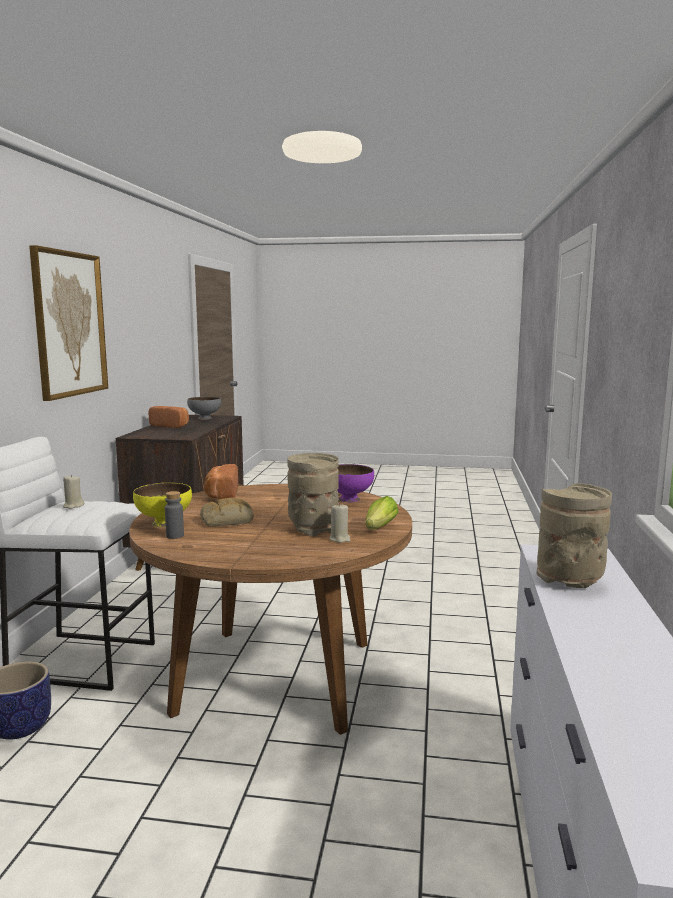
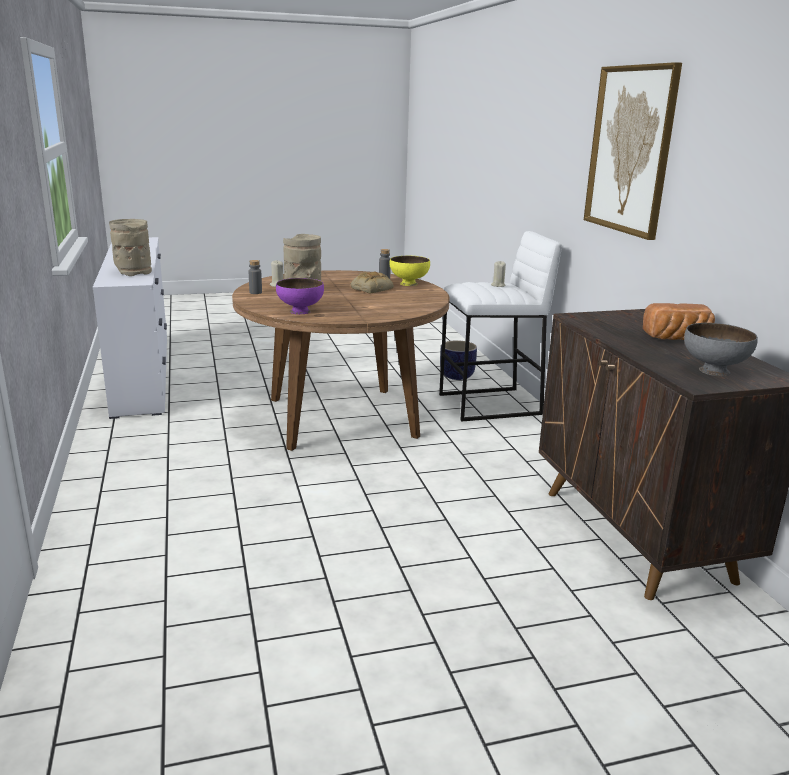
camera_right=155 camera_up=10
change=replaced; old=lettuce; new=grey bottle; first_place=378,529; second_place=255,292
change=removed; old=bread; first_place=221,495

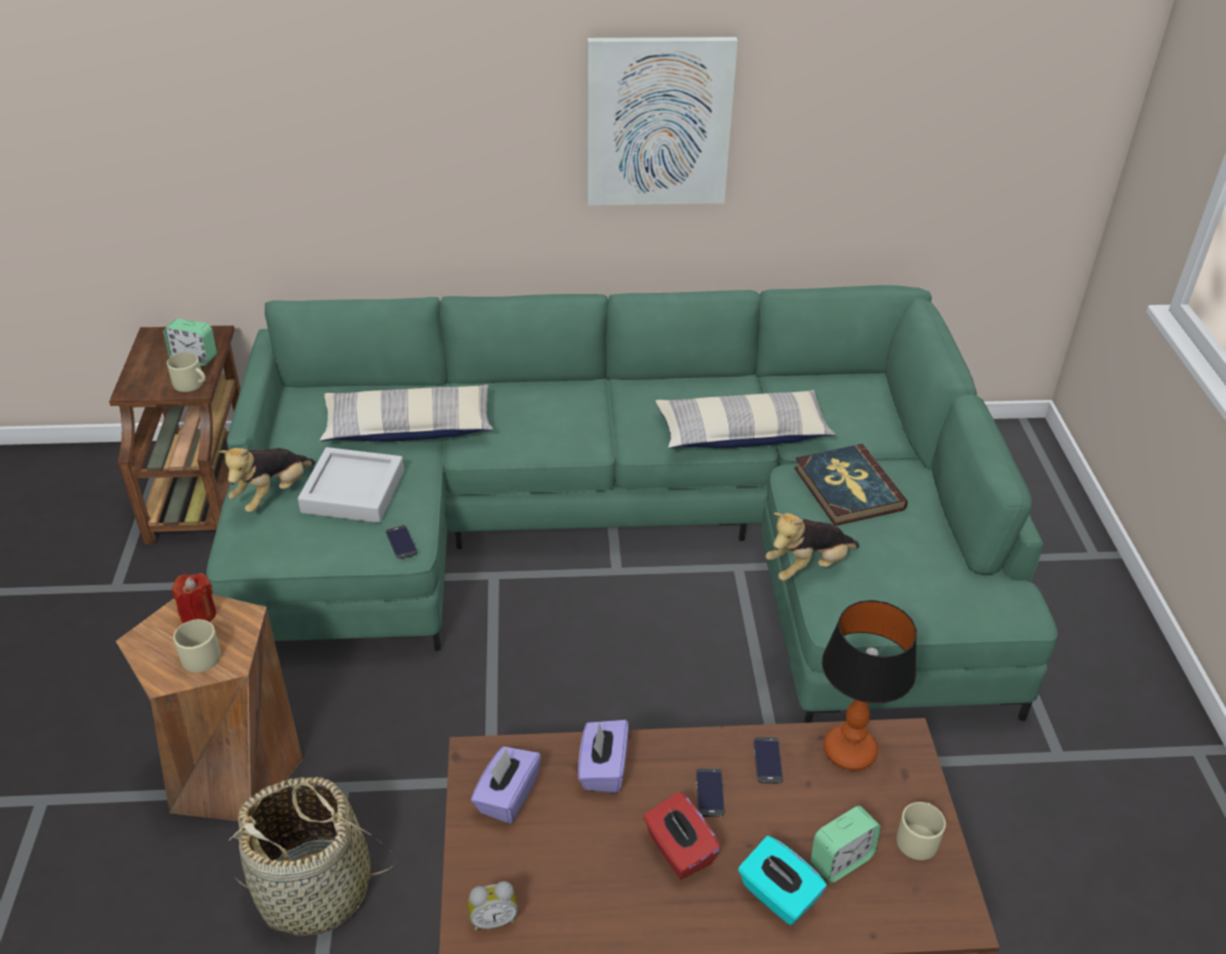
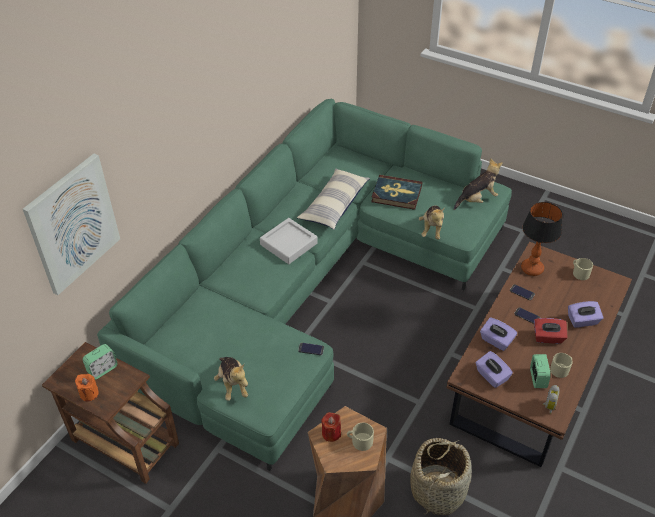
camera_right=-55 camera_up=5
change=moved; old=picture; first_place=658,122; second_place=73,224
change=added; new=orange candle; second_place=89,394
change=moved; old=grey tray; first_place=353,491; second_place=288,244
change=added; new=plush toy; second_place=477,199
change=moved; old=alarm clock; first_place=841,860; second_place=537,379
change=moved; old=beige mug; first_place=191,384; second_place=561,369
change=recoloured; old=turquoise tissue box; new=purple tissue box; first_place=778,895; second_place=582,321
change=removed; old=pillow; first_place=409,427

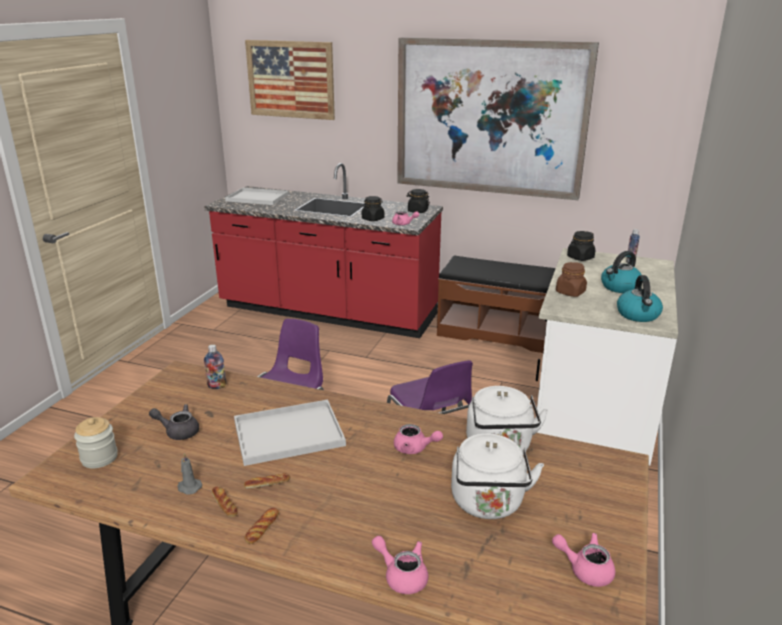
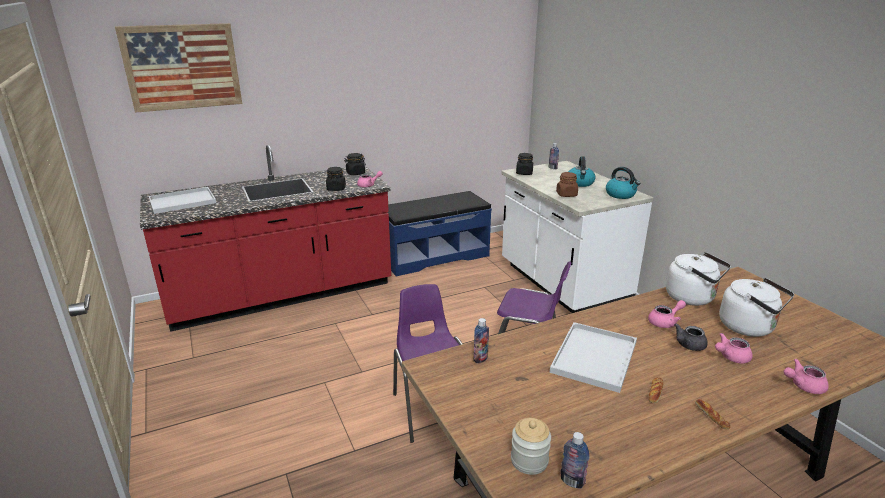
camera_right=-45 camera_up=0
change=recoloured; old=brown bench; new=blue bench; first_place=502,333; second_place=434,256
change=added; new=bottle; second_place=572,481
change=moved; old=grey teapot; first_place=178,431; second_place=688,346
change=moved; old=pink teapot; first_place=585,569; second_place=730,357
change=removed; old=grey candle; first_place=188,487
change=removed; old=bread; first_place=224,504
change=removed; old=picture; first_place=490,117

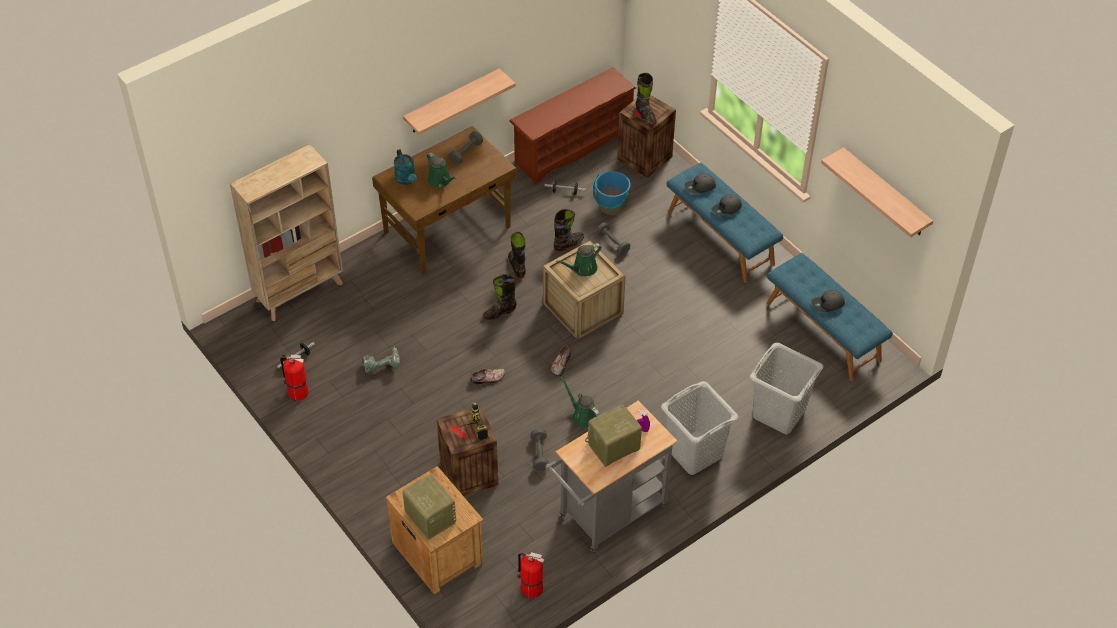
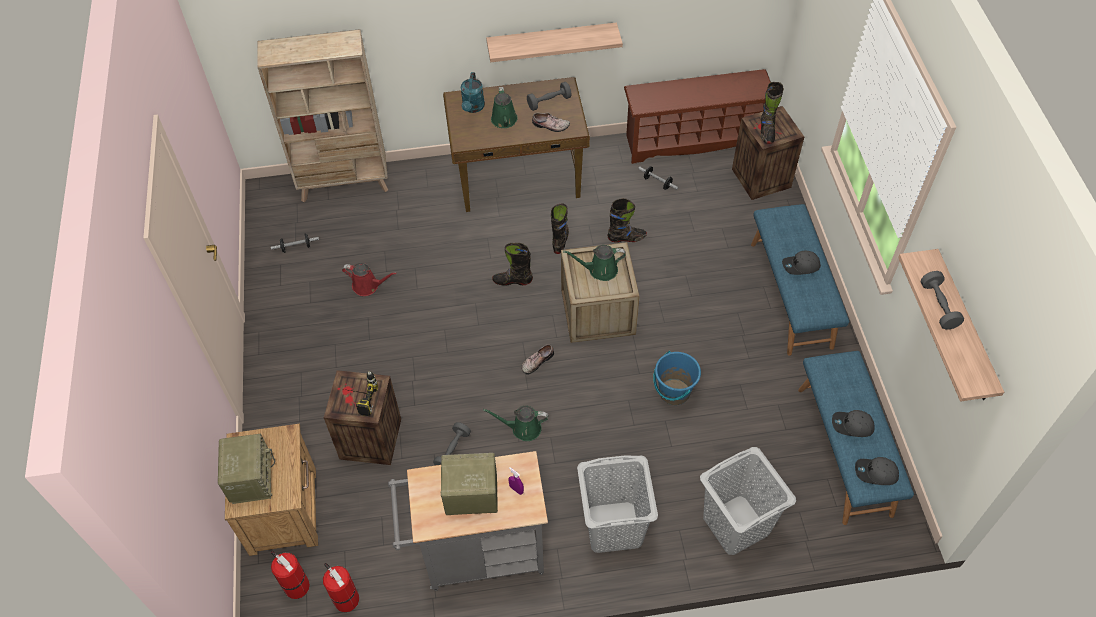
camera_right=30 camera_up=5
change=moved; old=fire extinguisher; first_place=297,392; second_place=295,585
change=replaced; old=power drill; new=red watering can; first_place=382,364; second_place=368,286
change=turned; old=green watering can; first_place=582,416; second_place=523,428; degrees=-75
change=moved; old=shoe; first_place=488,379; second_place=550,126
change=moved; old=blue bucket; first_place=611,207; second_place=674,392
change=moved; old=grey cap; first_place=700,187; second_place=875,473
change=moved; old=grey dumbbell; first_place=613,243; second_place=938,306

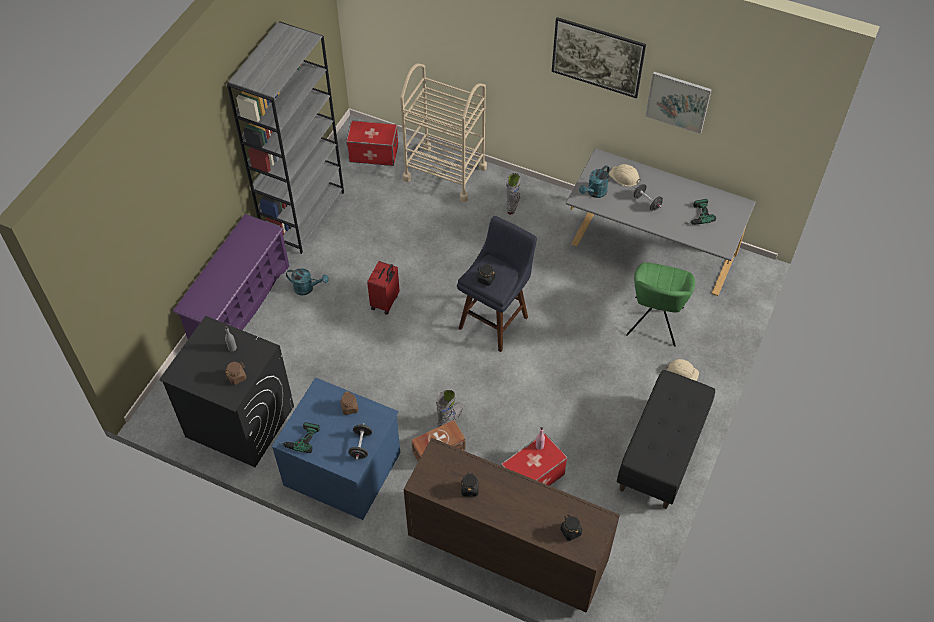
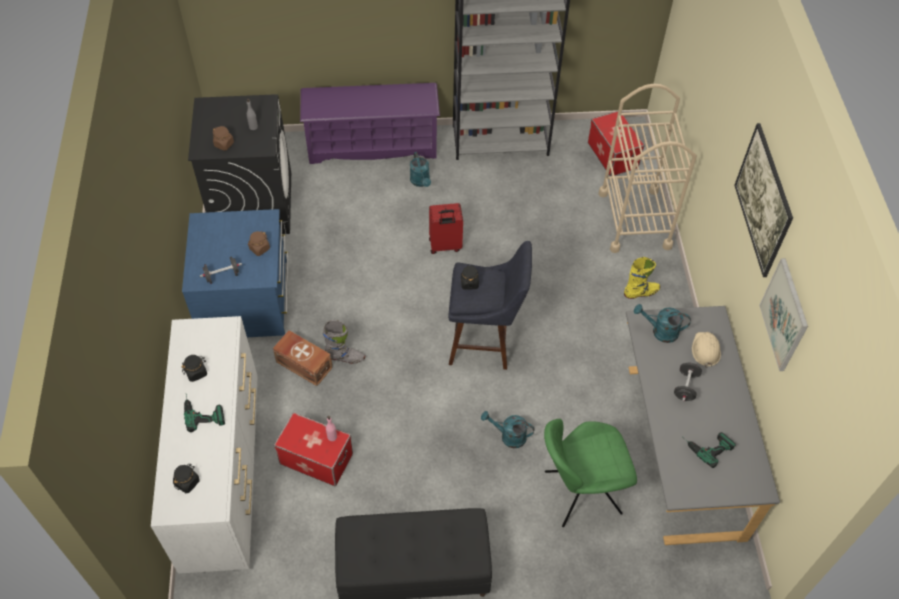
camera_right=60 camera_up=0
change=recoloured; old=brown dresser; new=white dresser; first_place=506,549; second_place=223,472
change=moved; old=power drill; first_place=298,438; second_place=203,410
change=added; new=turquoise watering can; second_place=508,436
change=recoloured; old=grey boot; new=yellow boot; first_place=513,204; second_place=641,293
change=removed; old=beige hard hat; first_place=681,372

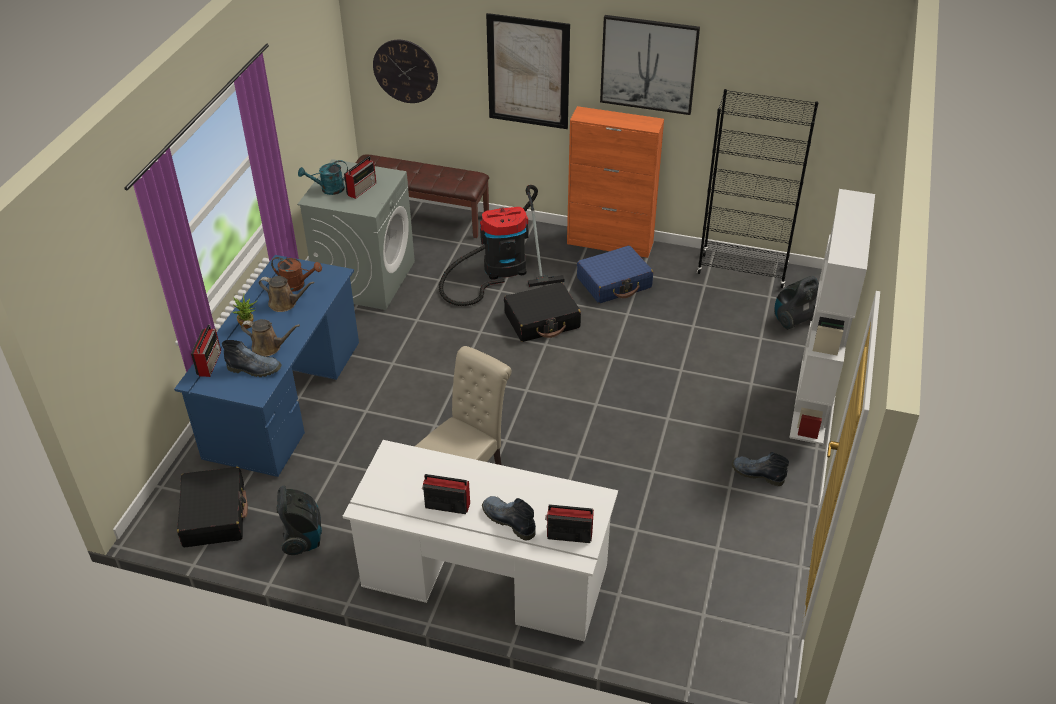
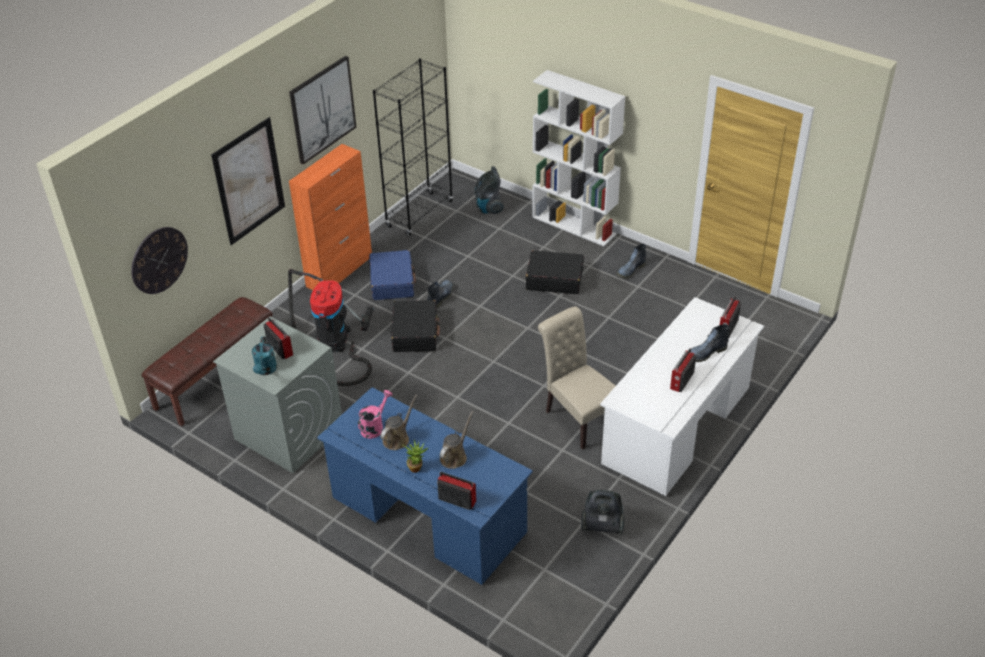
camera_right=-70 camera_up=0
change=recoloured; old=brown watering can; new=pink watering can; first_place=297,285; second_place=374,426
change=moved; old=boot; first_place=255,369; second_place=440,296
change=moved; old=black suitcase; first_place=214,515; second_place=554,279

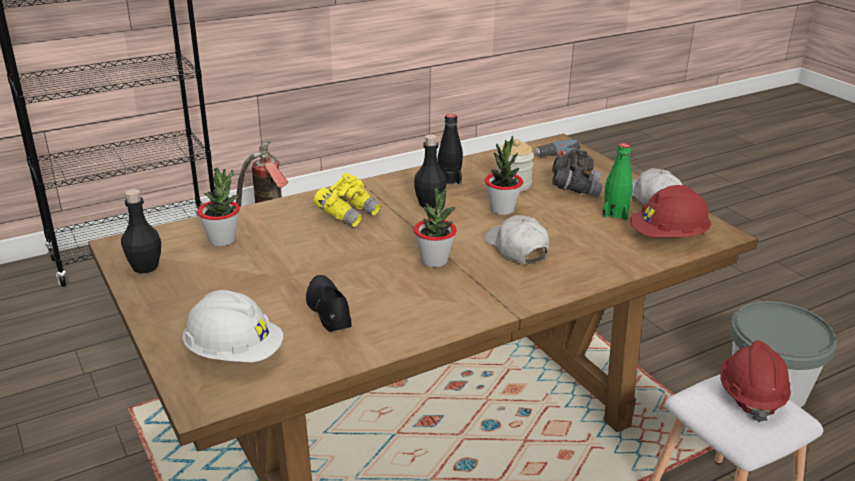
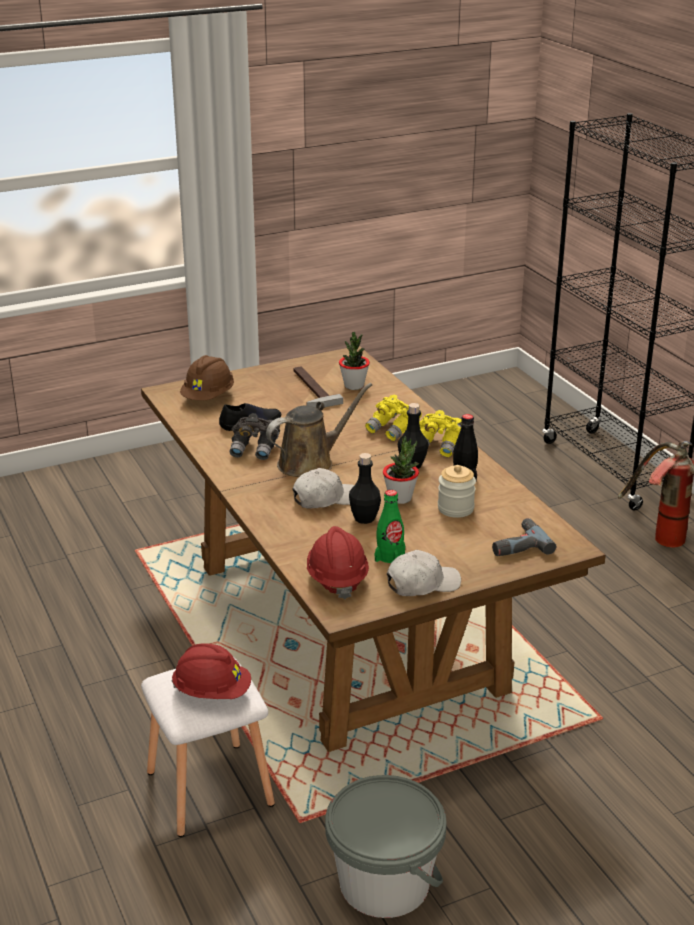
camera_right=95 camera_up=0
change=recoloured; old=white hard hat; new=brown hard hat; first_place=234,354; second_place=208,397
change=moved; old=grey binoculars; first_place=574,188; second_place=255,449
change=replaced; old=potted plant; new=brown watering can; first_place=434,261; second_place=310,463
change=added; new=hammer; second_place=309,389
change=moved; old=black bottle; first_place=145,267; second_place=364,518
change=added; new=yellow binoculars; second_place=439,446

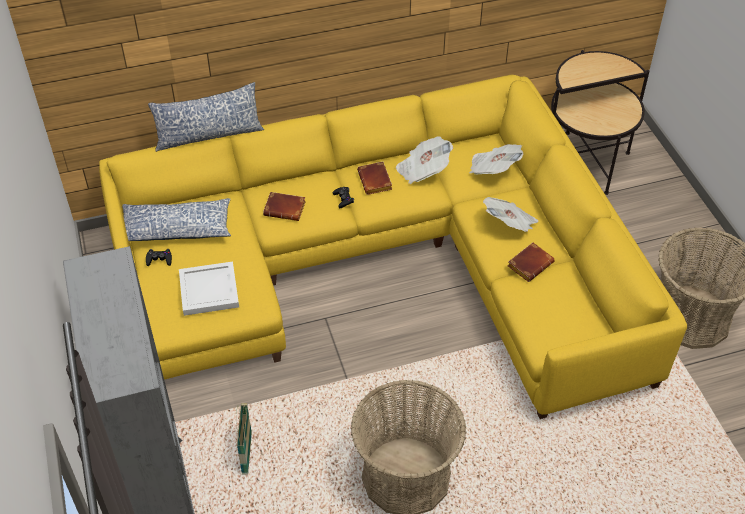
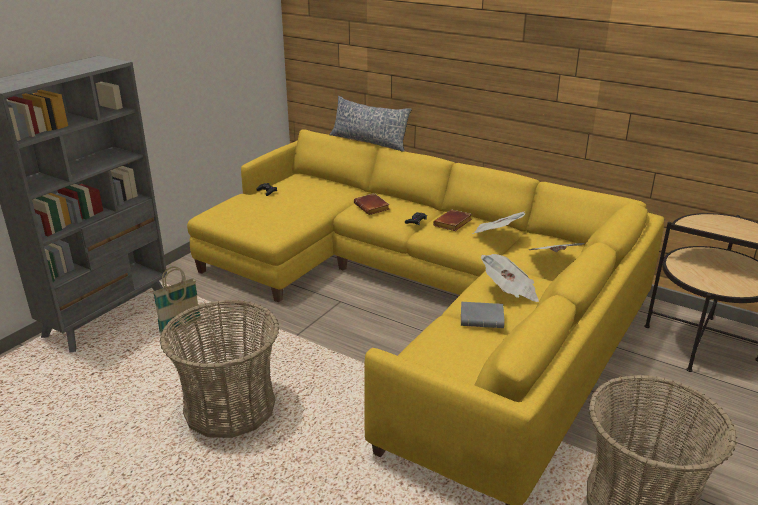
camera_right=50 camera_up=-20
change=recoloured; old=brown book; new=grey book; first_place=530,264; second_place=483,318
change=removed; old=pillow; first_place=176,228
change=removed; old=white tray; first_place=210,289

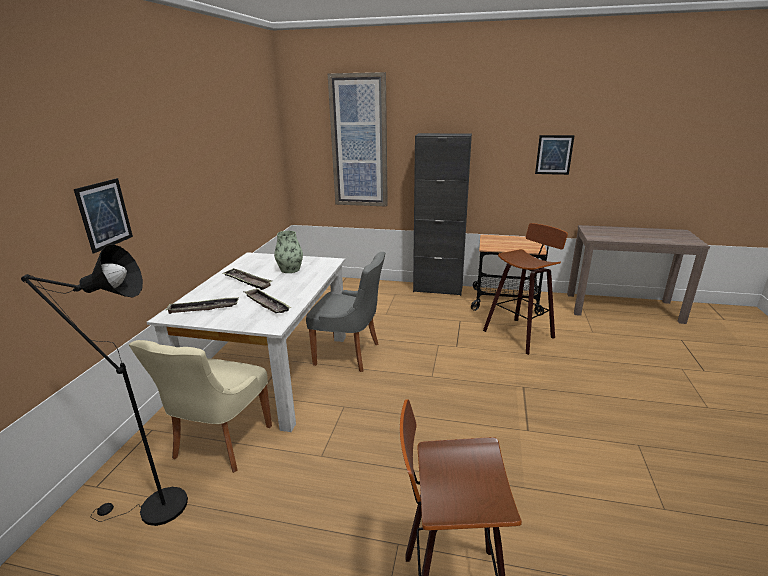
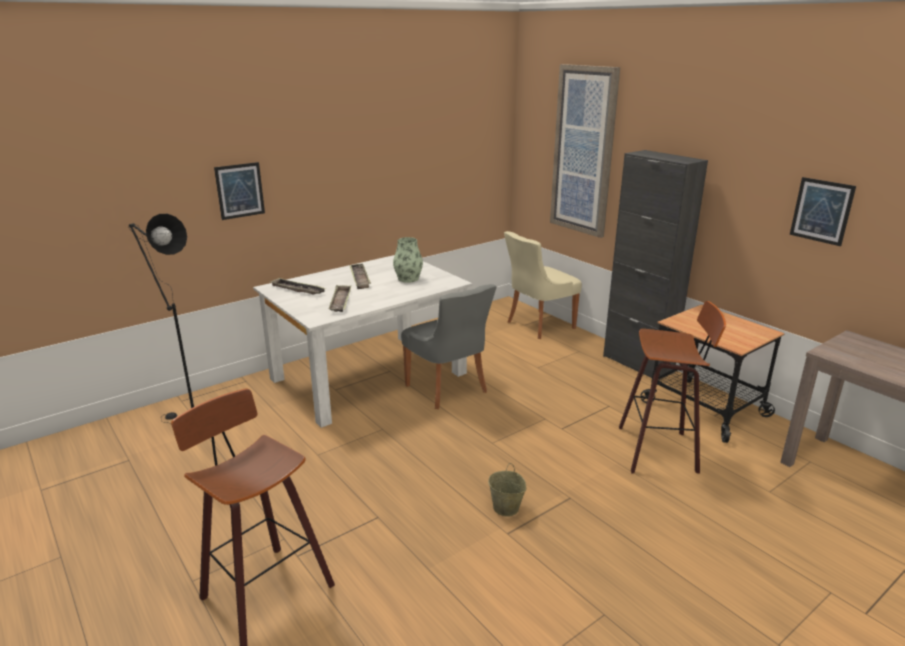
camera_right=40 camera_up=0
change=added; new=beige bucket; second_place=506,508
change=moved; old=beige chair; first_place=220,444; second_place=538,325

